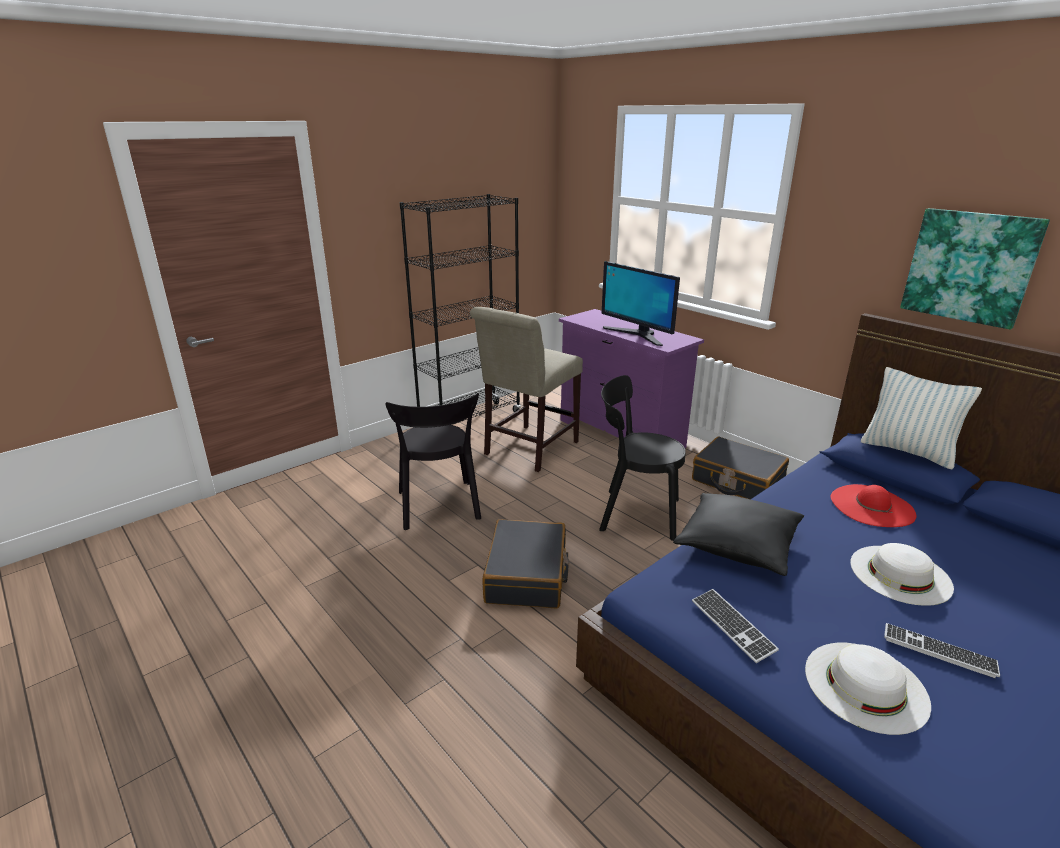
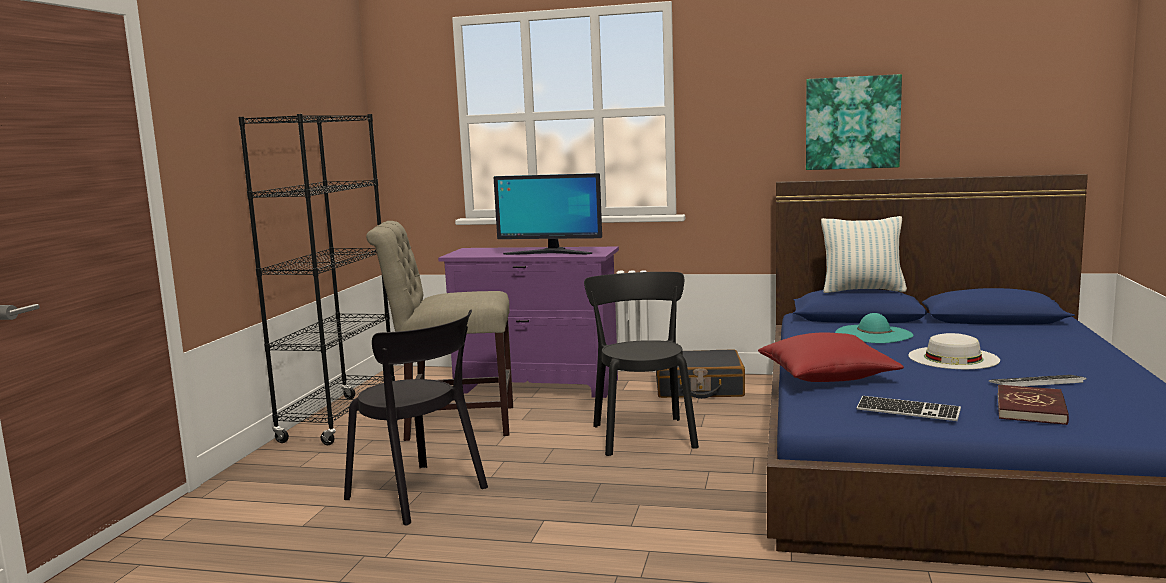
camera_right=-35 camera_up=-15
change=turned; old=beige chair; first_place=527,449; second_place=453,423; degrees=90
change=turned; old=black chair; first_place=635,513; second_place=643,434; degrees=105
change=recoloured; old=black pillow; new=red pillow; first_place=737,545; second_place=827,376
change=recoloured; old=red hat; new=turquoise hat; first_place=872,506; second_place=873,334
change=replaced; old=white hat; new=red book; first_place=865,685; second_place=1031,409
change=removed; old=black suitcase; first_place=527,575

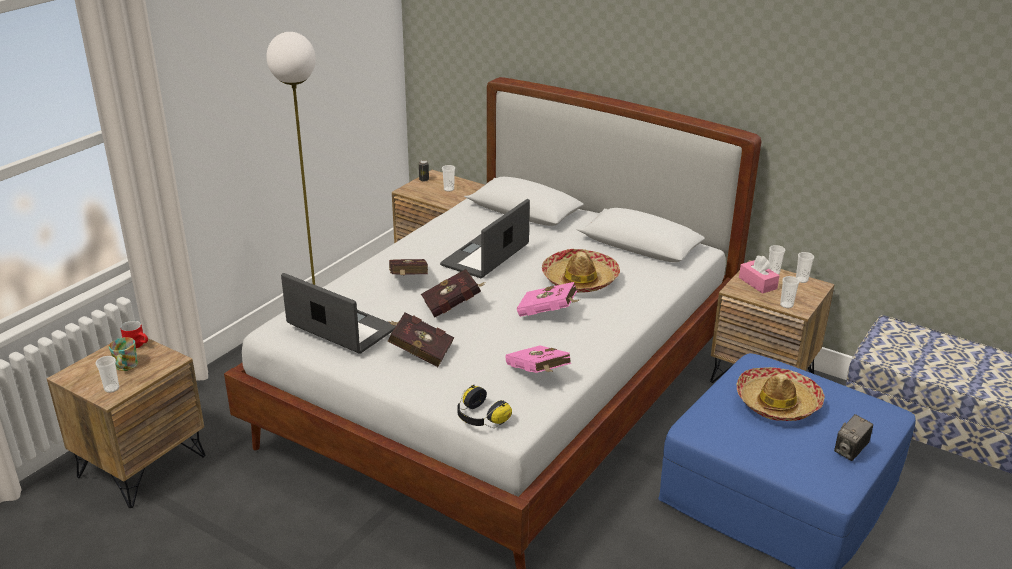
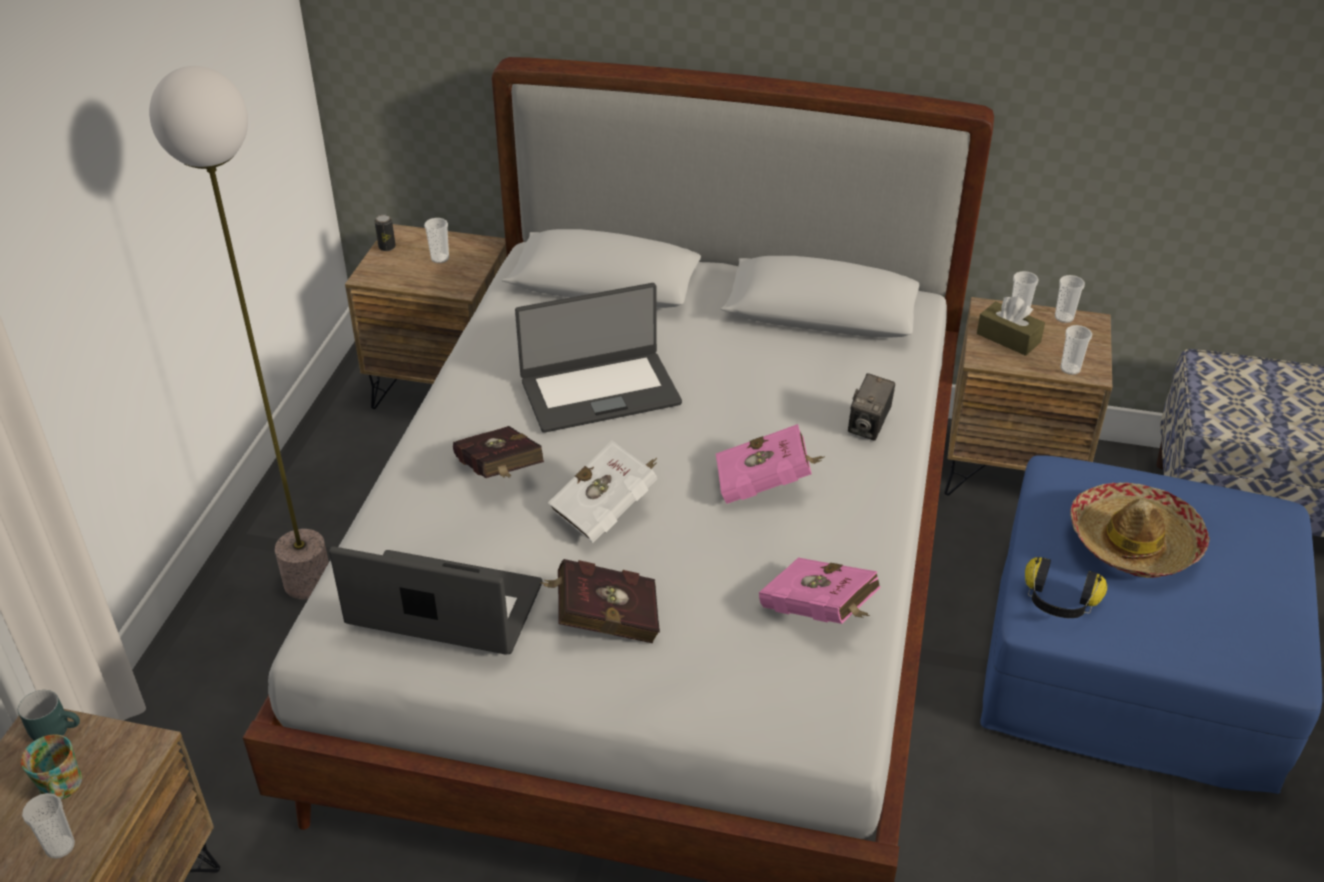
camera_right=-20 camera_up=10
change=recoloured; old=red mug; new=turquoise mug; first_place=138,344; second_place=57,729
change=turned; old=laptop; first_place=486,256; second_place=599,391; degrees=-120
change=recoloured; old=red book; new=white book; first_place=453,306; second_place=608,509
change=moved; old=photo camera; first_place=850,451; second_place=869,427
change=recoloured; old=pink tissue box; new=brown tissue box; first_place=757,283; second_place=1008,338
change=moved; old=headphones; first_place=480,418; second_place=1059,602
change=removed; old=hat; first_place=580,279

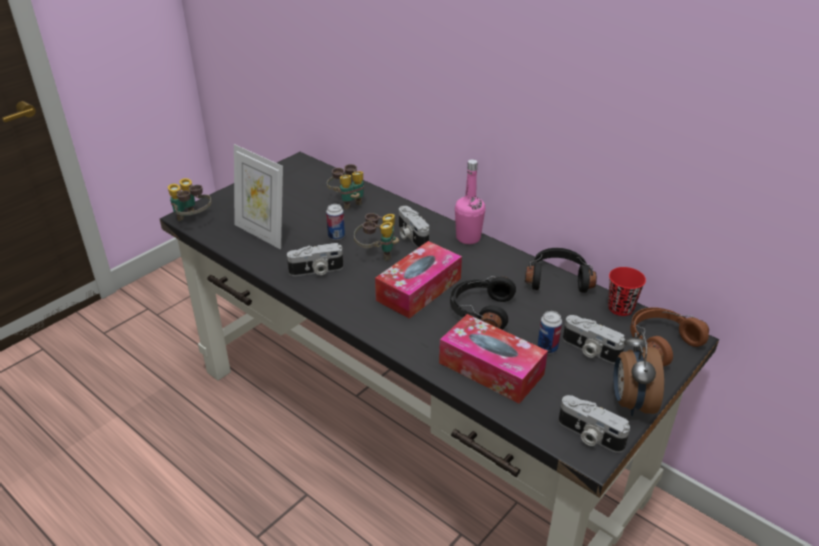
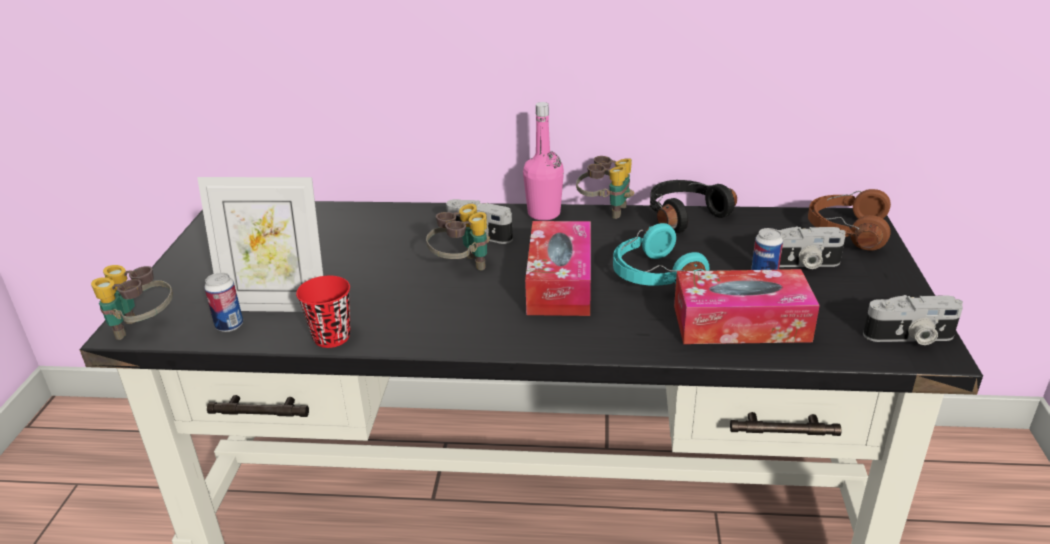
camera_right=-35 camera_up=-5
change=moved; old=can; first_place=336,236; second_place=229,325
change=moved; old=red cup; first_place=620,308; second_place=332,337
change=moved; old=binoculars; first_place=348,202; second_place=605,210
change=recoloured; old=black headphones; new=turquoise headphones; first_place=480,311; second_place=653,275
change=removed; old=photo camera; first_place=316,271
change=removed; old=alarm clock; first_place=630,403

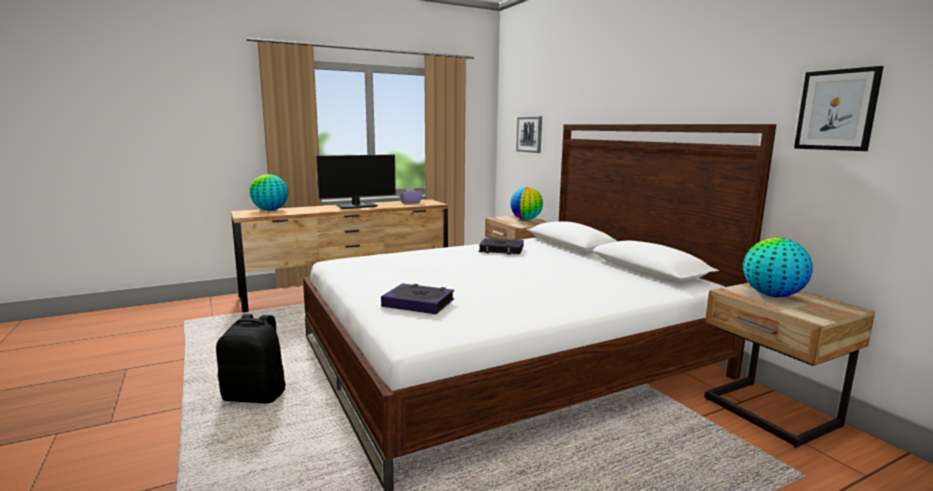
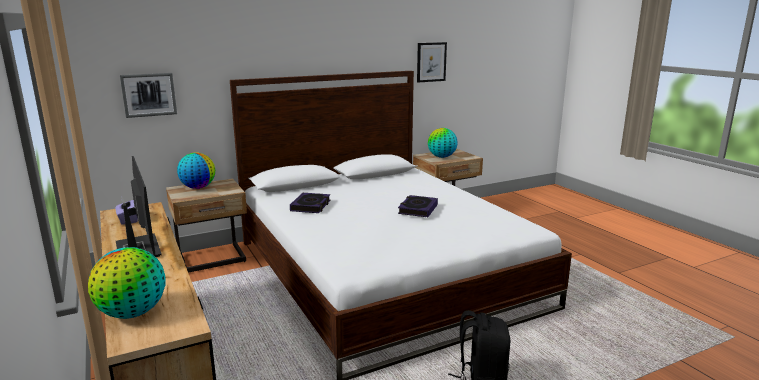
camera_right=-90 camera_up=5
change=moved; old=book; first_place=418,303; second_place=418,209

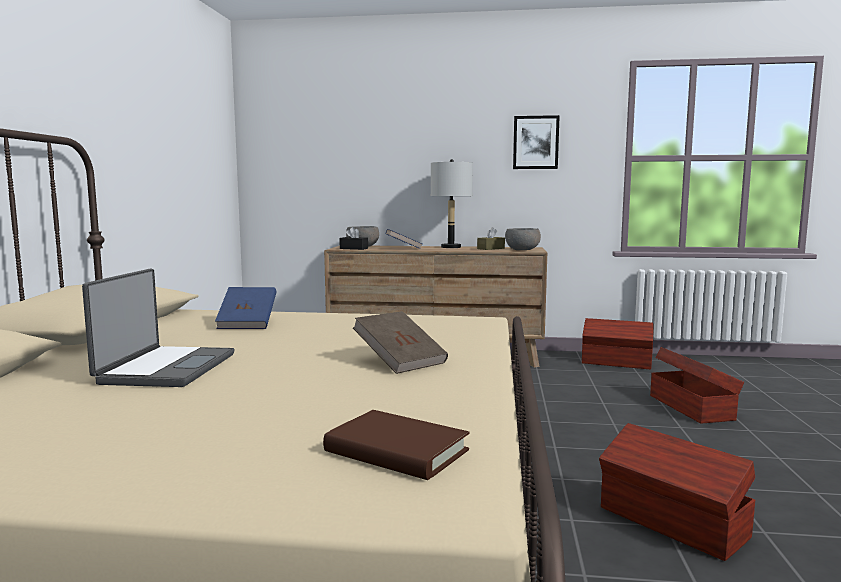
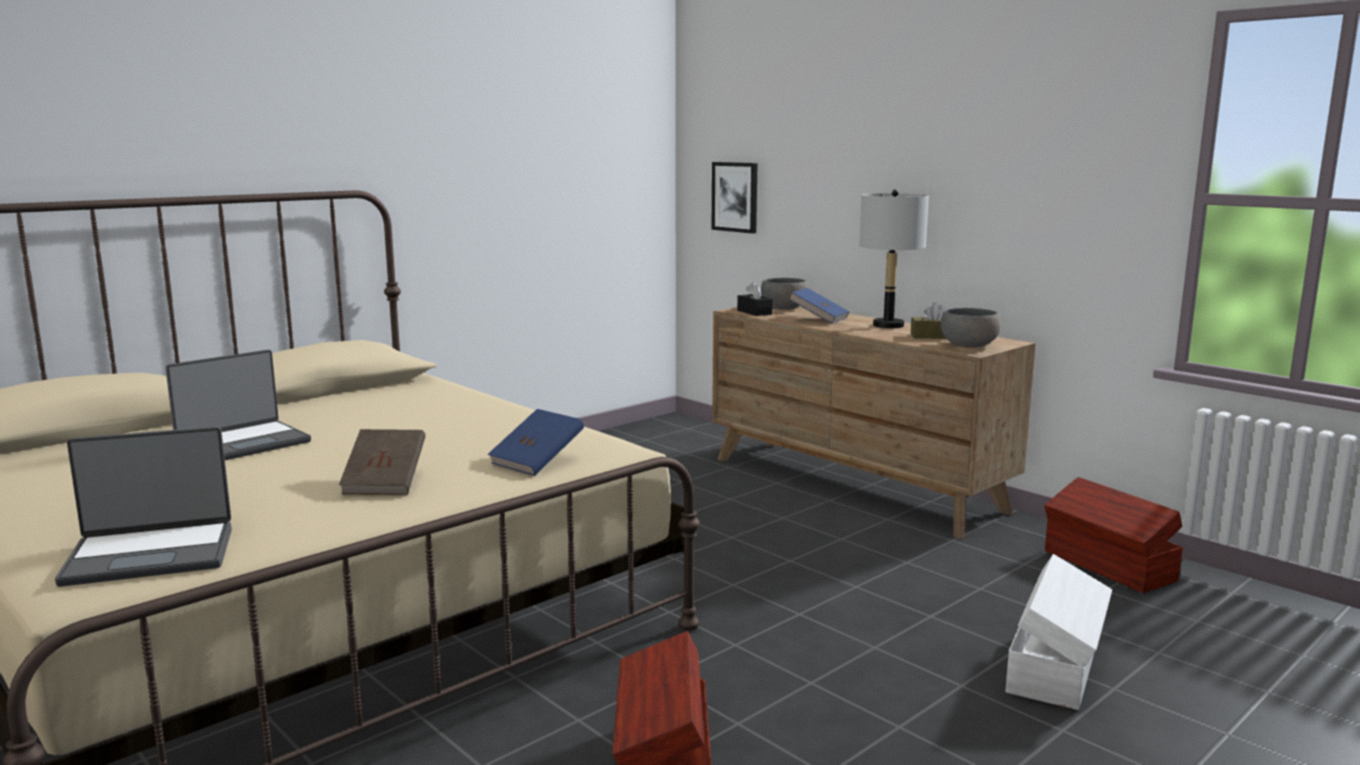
camera_right=40 camera_up=5
change=replaced; old=brown book; new=laptop; first_place=396,451; second_place=151,555
change=moved; old=blue book; first_place=248,323; second_place=537,461
change=moved; old=picture; first_place=535,142; second_place=735,197
change=recoloured; old=brown storage box; new=white storage box; first_place=691,407; second_place=1055,667

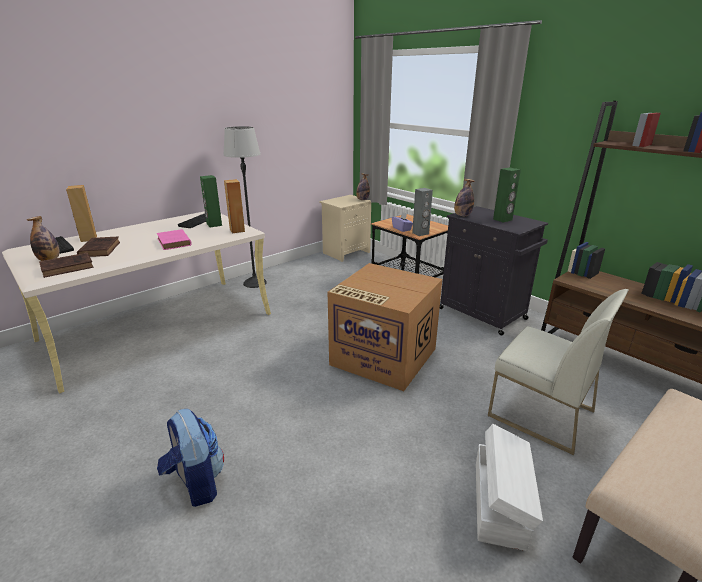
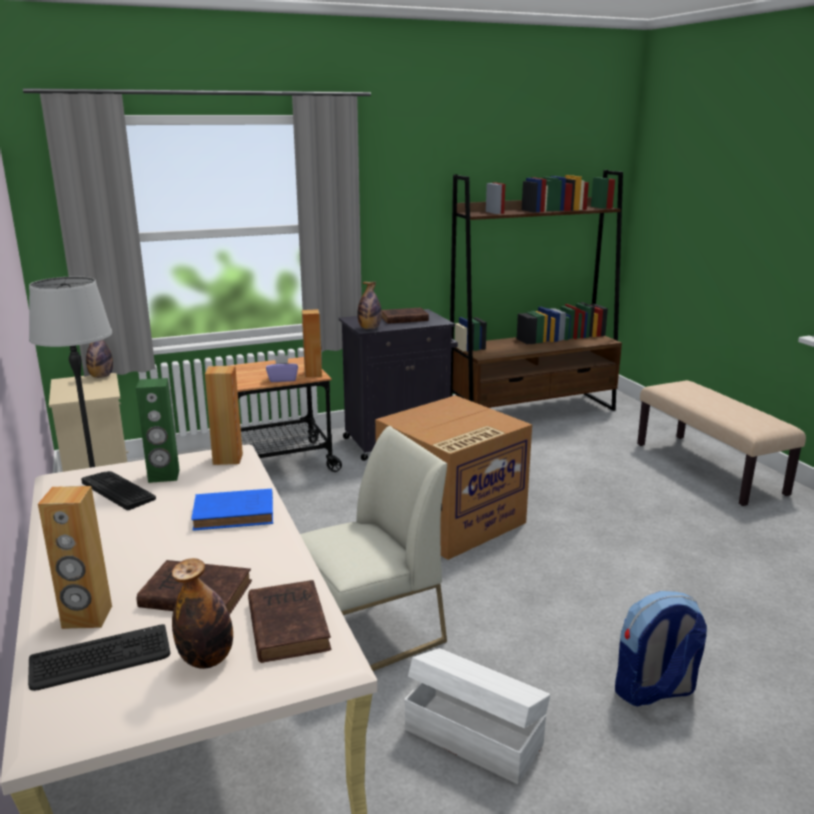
camera_right=-70 camera_up=-5
change=recoloured; old=pink book; new=blue book; first_place=174,242; second_place=236,514
change=moved; old=white chair; first_place=540,413; second_place=369,632
change=recoloured; old=grey speaker; new=brown speaker; first_place=420,233; second_place=313,374
change=replaced; old=green speaker; new=brown book; first_place=502,219; second_place=403,319
change=moved; old=white storage box; first_place=500,502; second_place=473,735

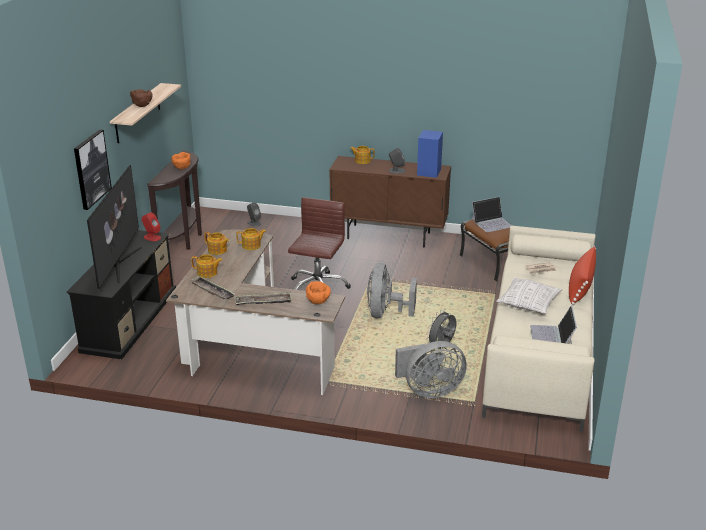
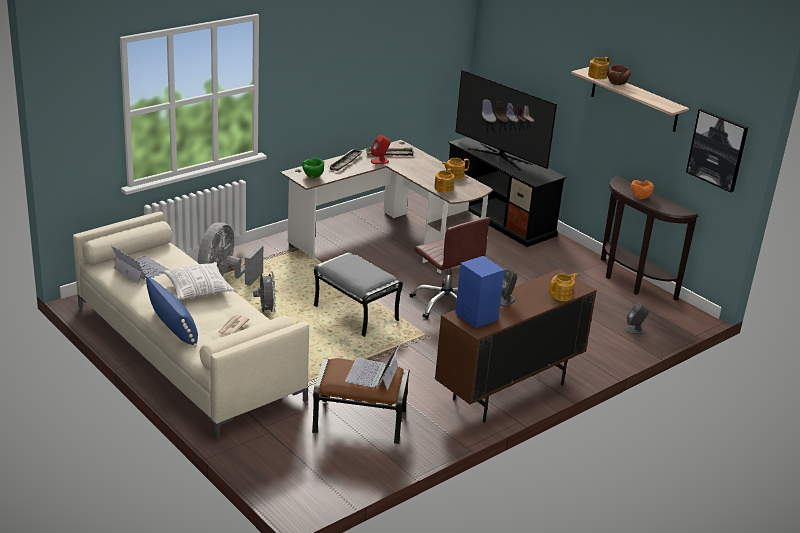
camera_right=125 camera_up=0
change=recoloured; old=red pillow; new=blue pillow; first_place=580,287; second_place=173,326
change=recoloured; old=orange bowl; new=green bowl; first_place=318,302; second_place=313,176
change=replaced; old=grey fan; new=grey ottoman; first_place=385,313; second_place=354,313
change=moved; old=red speaker; first_place=152,237; second_place=380,161
change=moved; old=teapot; first_place=207,273; second_place=597,76
change=moved; old=picture; first_place=91,169; second_place=717,150

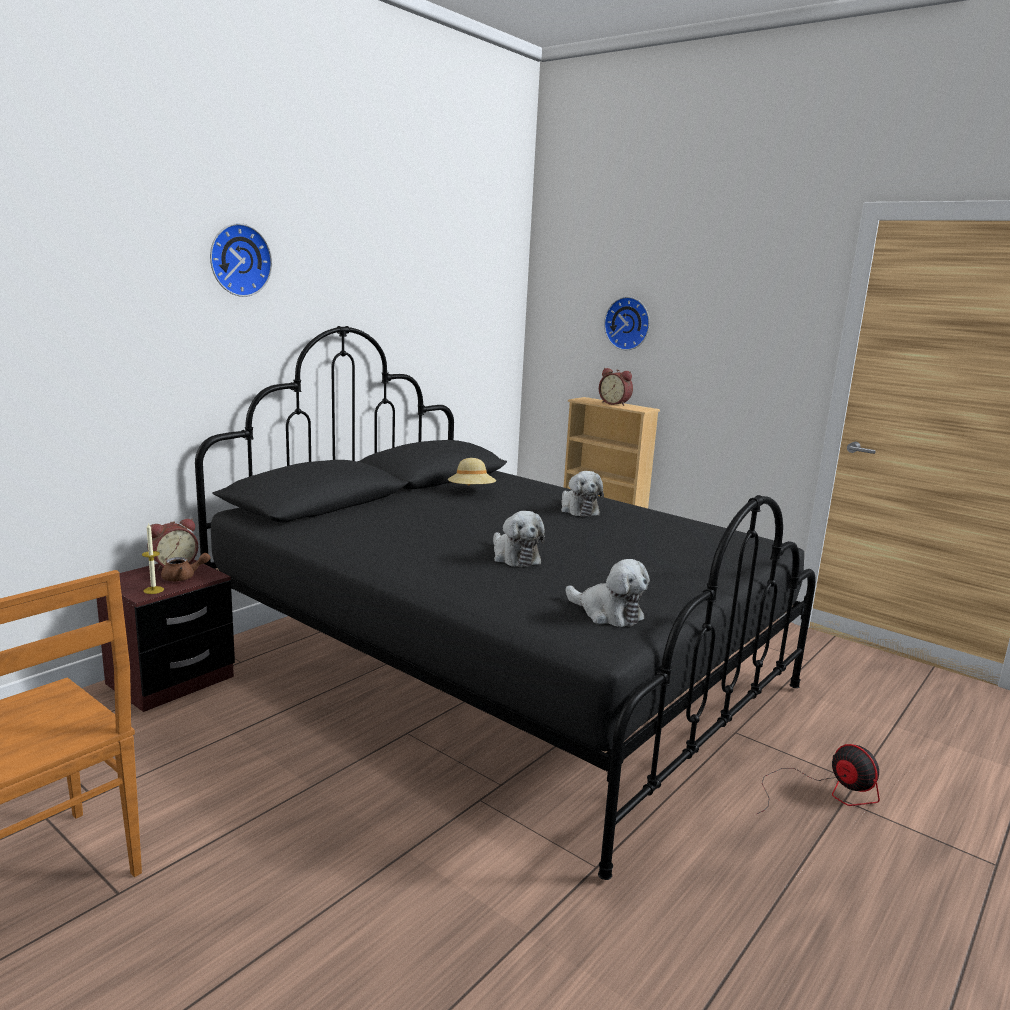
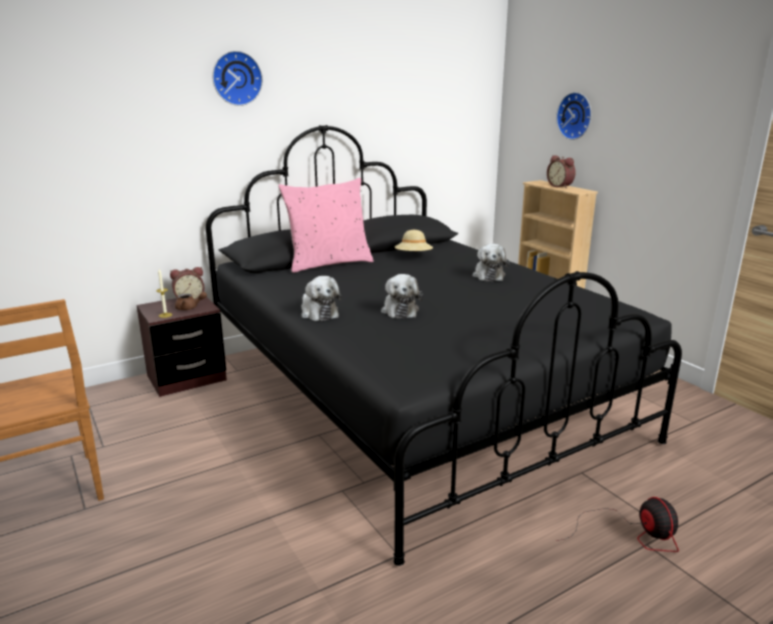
camera_right=20 camera_up=5
change=added; new=pink pillow; second_place=328,263
change=moved; old=plush toy; first_place=607,613; second_place=318,313

